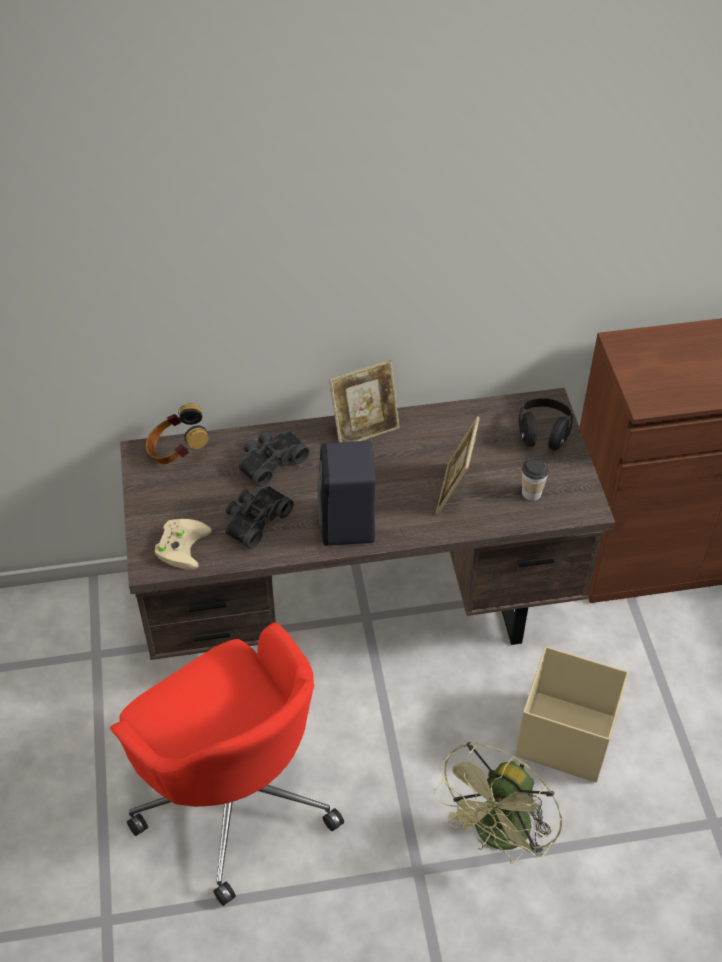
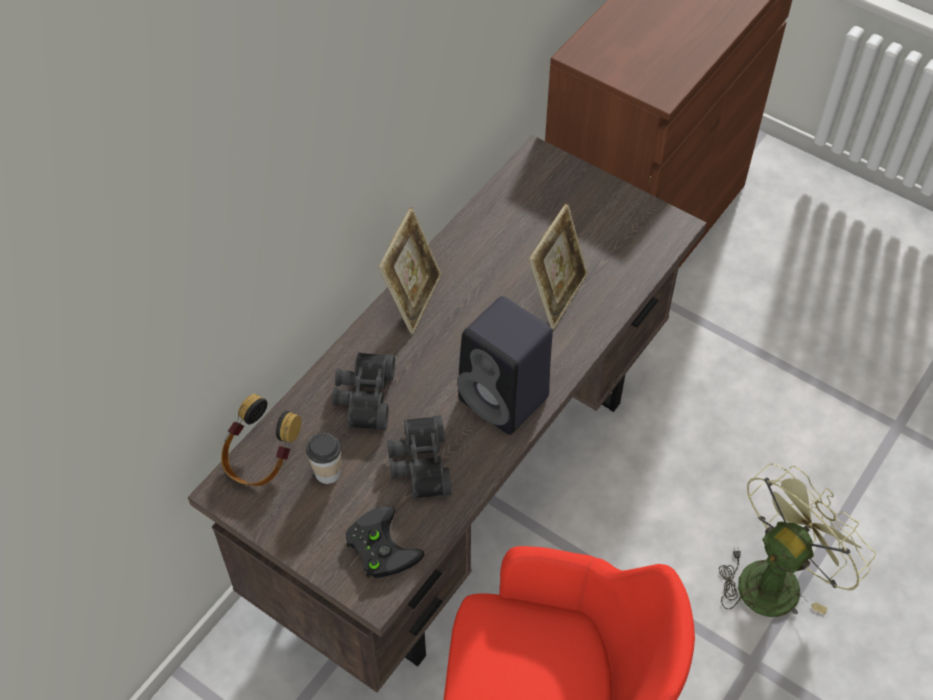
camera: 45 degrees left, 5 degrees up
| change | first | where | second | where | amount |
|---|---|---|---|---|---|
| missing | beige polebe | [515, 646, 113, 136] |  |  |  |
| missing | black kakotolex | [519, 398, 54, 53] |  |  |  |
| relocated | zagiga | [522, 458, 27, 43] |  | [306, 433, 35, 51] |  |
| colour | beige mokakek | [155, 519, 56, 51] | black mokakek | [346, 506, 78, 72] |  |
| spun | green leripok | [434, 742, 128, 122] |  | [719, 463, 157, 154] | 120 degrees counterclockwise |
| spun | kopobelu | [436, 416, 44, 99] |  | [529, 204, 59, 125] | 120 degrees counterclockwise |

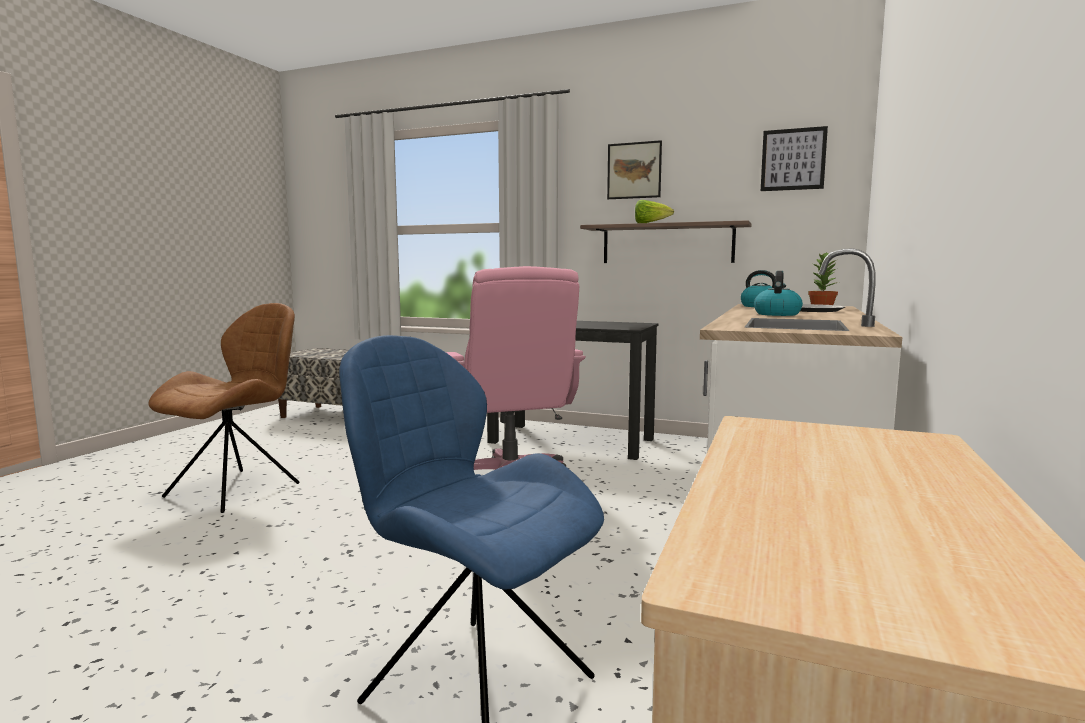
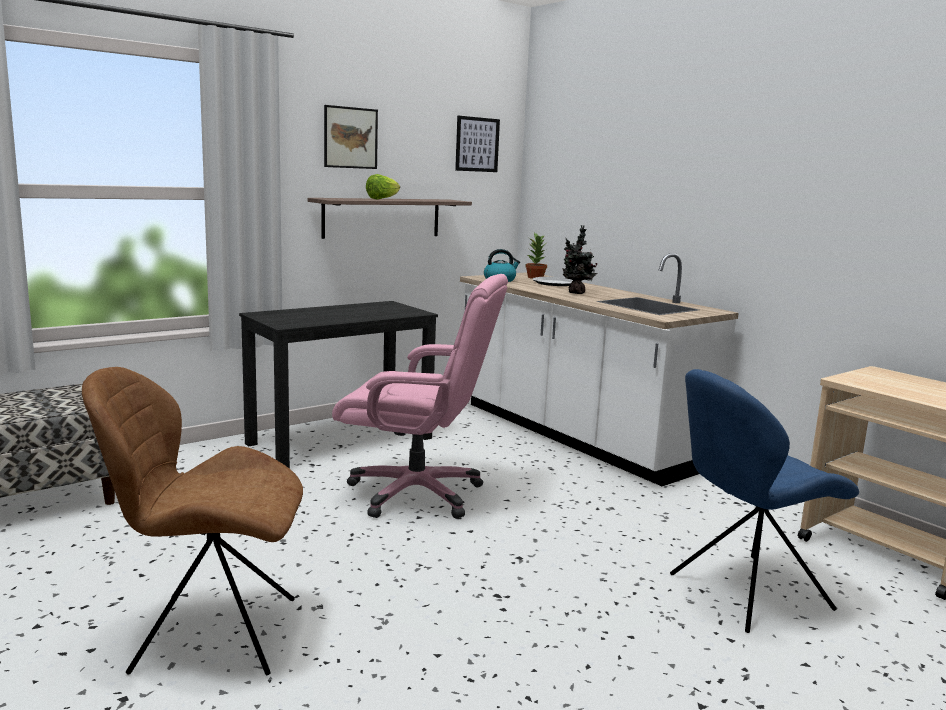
camera: 60 degrees left, 5 degrees up
| change | first | where | second | where | amount |
|---|---|---|---|---|---|
| exchanged | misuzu | [754, 271, 49, 45] | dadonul | [563, 225, 35, 69] |  |
| spun | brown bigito | [148, 303, 152, 210] |  | [82, 367, 221, 309] | 60 degrees counterclockwise |

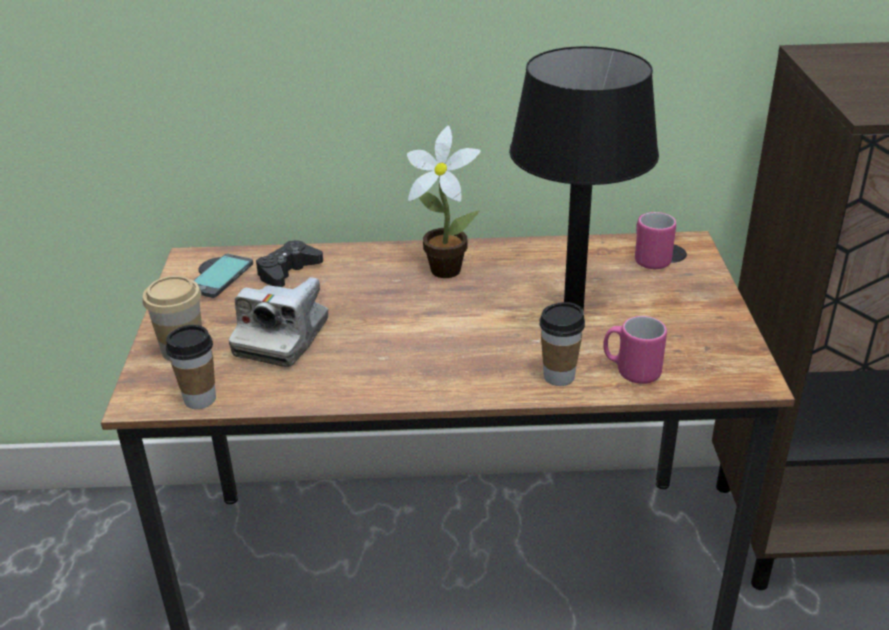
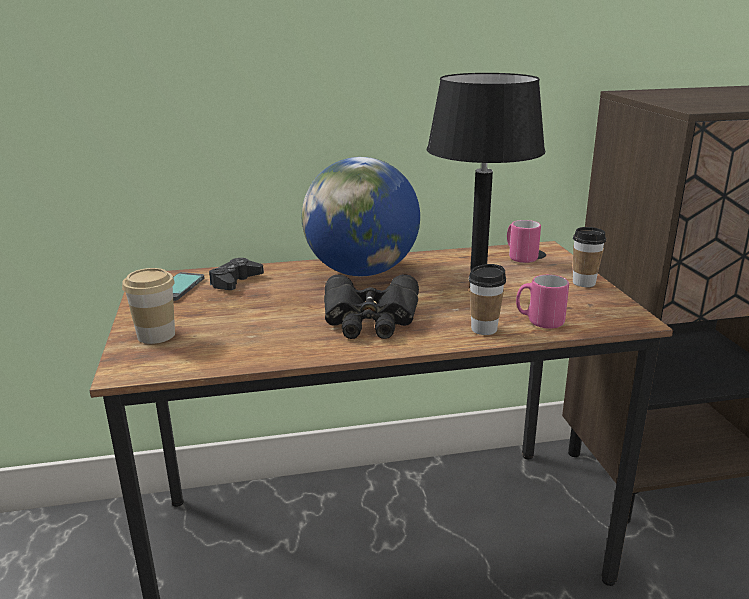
camera: 10 degrees left, 10 degrees down
| change | first | where | second | where | amount |
|---|---|---|---|---|---|
| missing | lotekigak | [229, 277, 99, 90] |  |  |  |
| appeared |  |  | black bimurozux | [324, 274, 95, 65] |  |
| relocated | zagiga | [166, 325, 50, 84] |  | [573, 227, 33, 60] |  |
| exchanged | dadonul | [407, 126, 74, 152] | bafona | [302, 157, 118, 119] |  |

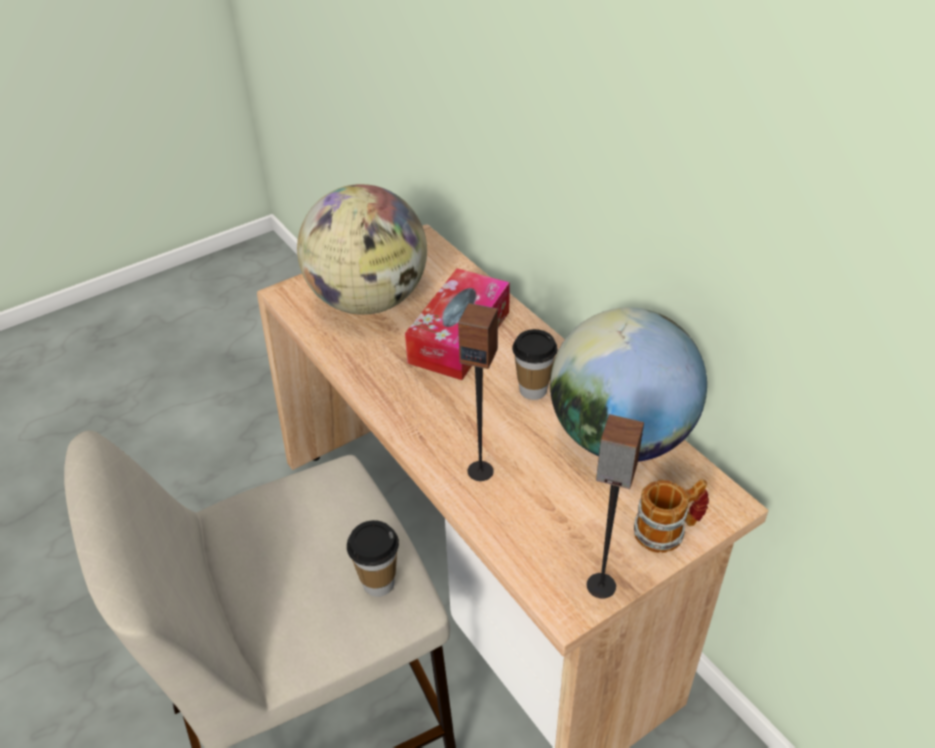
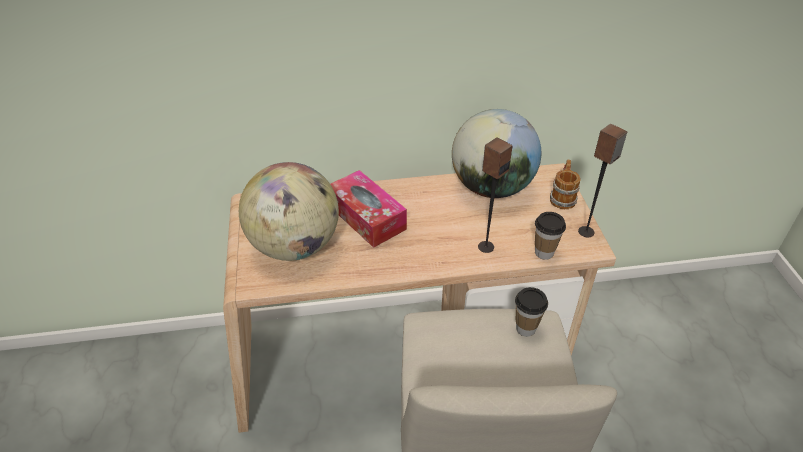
camera: 65 degrees left, 0 degrees up
| change | first | where | second | where | amount |
|---|---|---|---|---|---|
| relocated | zagiga | [512, 329, 45, 71] |  | [535, 212, 31, 48] |  |

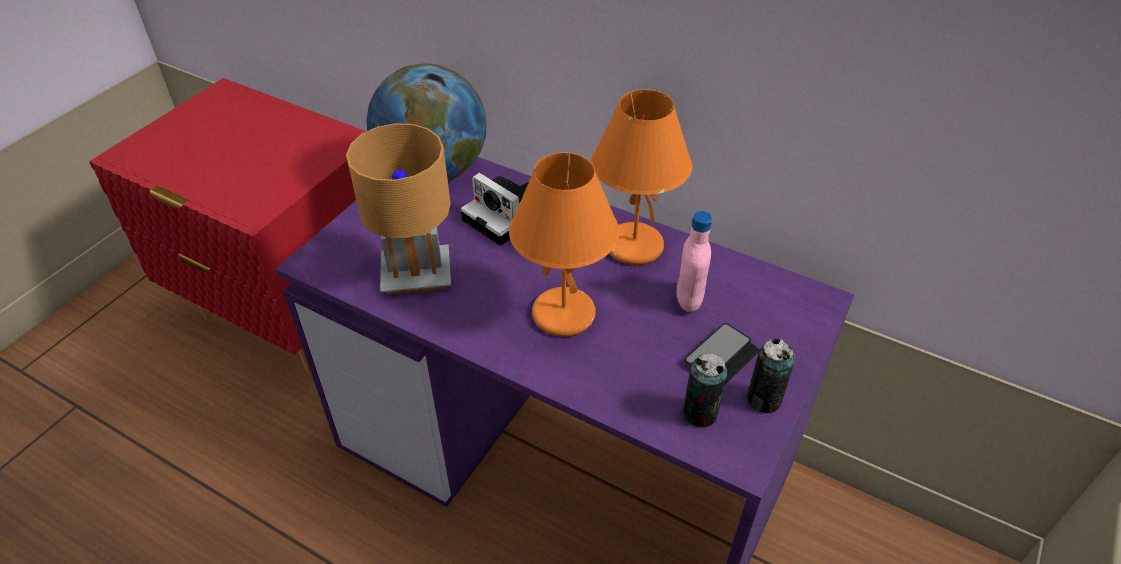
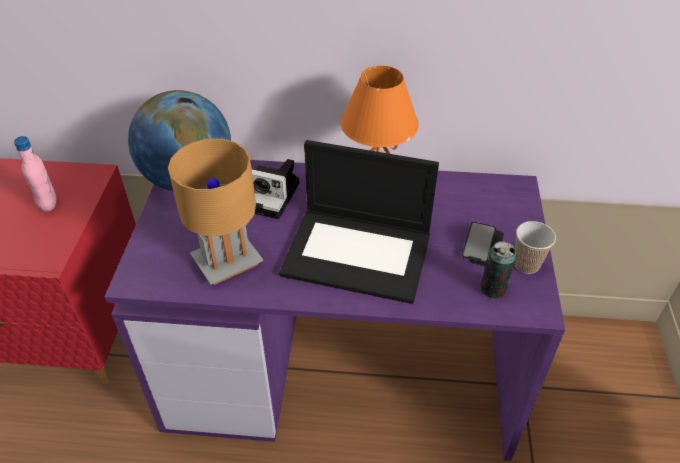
camera: 25 degrees left, 0 degrees up
| change | first | where | second | where | amount |
|---|---|---|---|---|---|
| relocated | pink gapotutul | [676, 211, 36, 101] |  | [14, 136, 43, 76] |  |
| exchanged | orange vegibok | [509, 153, 110, 184] | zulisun | [279, 140, 160, 164] |  |
| exchanged | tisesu | [747, 338, 48, 75] | zagiga | [514, 221, 42, 53] |  |

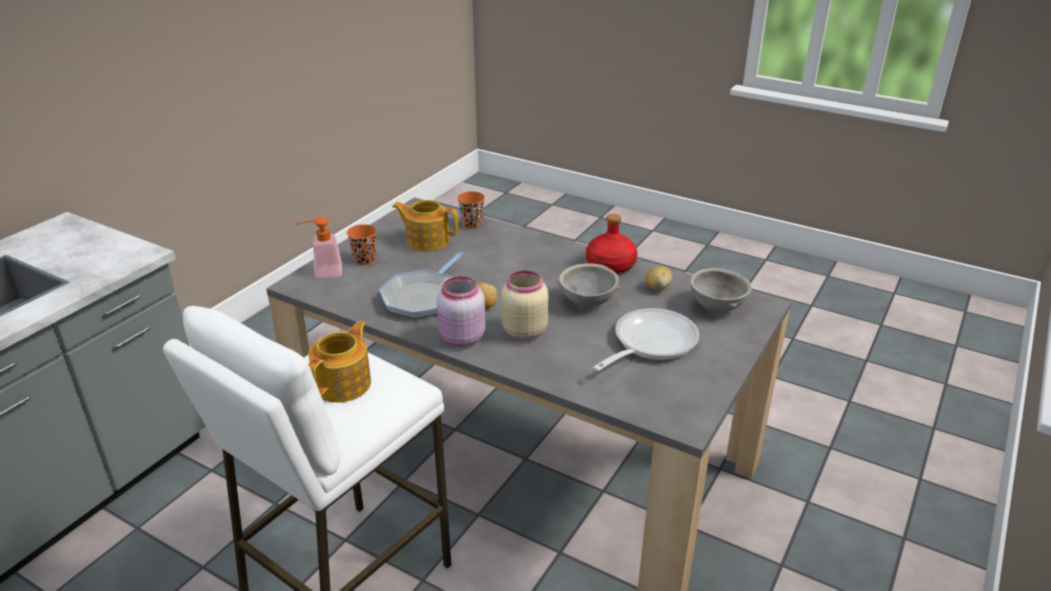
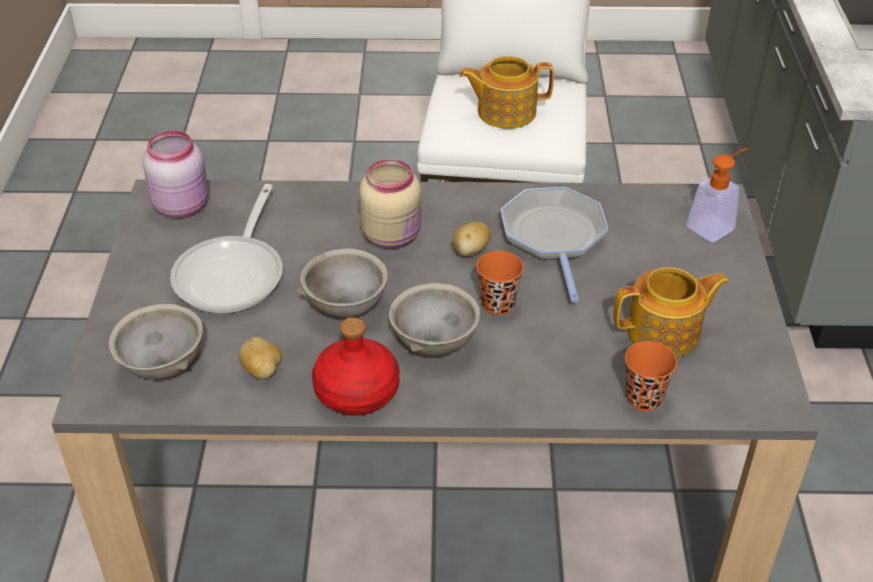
camera: 150 degrees right, 10 degrees up
| change | first | where | second | where | amount |
|---|---|---|---|---|---|
| appeared |  |  | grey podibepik | [389, 283, 91, 73] |  |
| relocated | orange zagiga | [347, 225, 30, 40] |  | [476, 251, 48, 64] |  |
| relocated | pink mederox | [437, 276, 48, 71] |  | [142, 130, 67, 88] |  |
| spun | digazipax | [309, 321, 62, 81] |  | [459, 56, 95, 73] | 90 degrees clockwise |

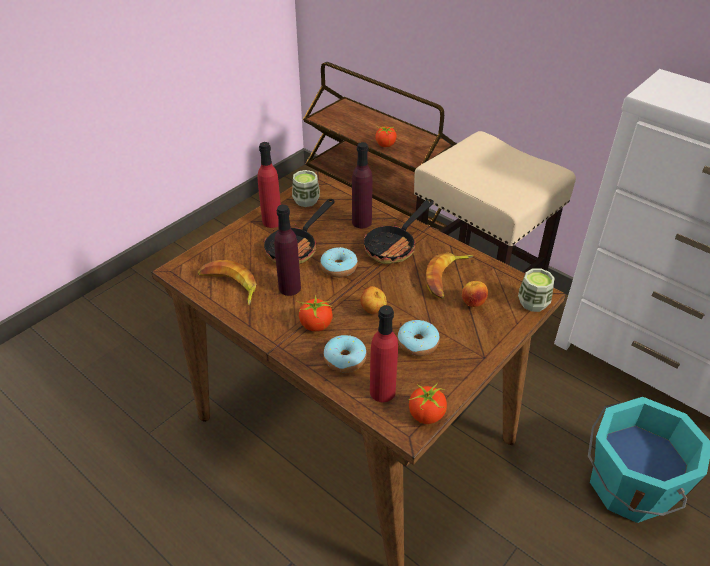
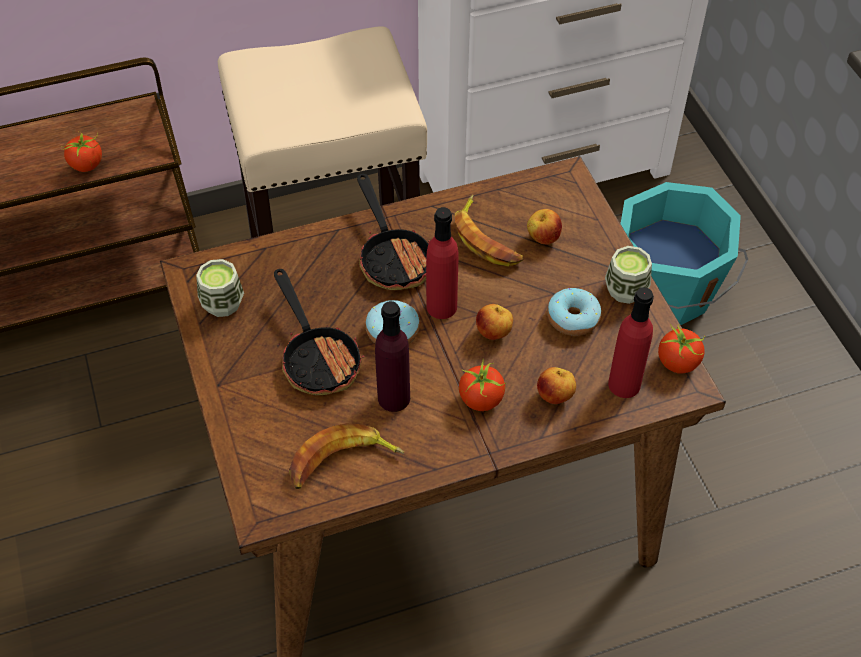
camera: 60 degrees left, 10 degrees up
| change | first | where | second | where | amount |
|---|---|---|---|---|---|
| missing | purple gapotutul | [352, 142, 20, 86] |  |  |  |
| relocated | red gapotutul | [258, 142, 23, 86] |  | [426, 207, 32, 112] |  |
| relocated | zagiga | [518, 269, 37, 43] |  | [605, 246, 47, 58] |  |
| exchanged | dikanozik | [324, 335, 43, 38] | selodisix | [537, 367, 39, 37] |  |

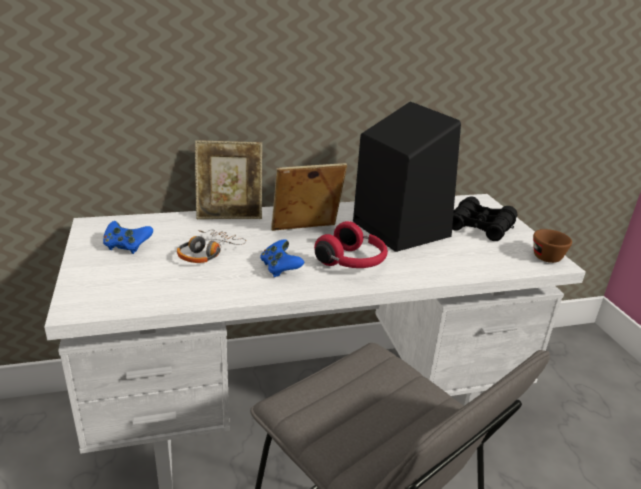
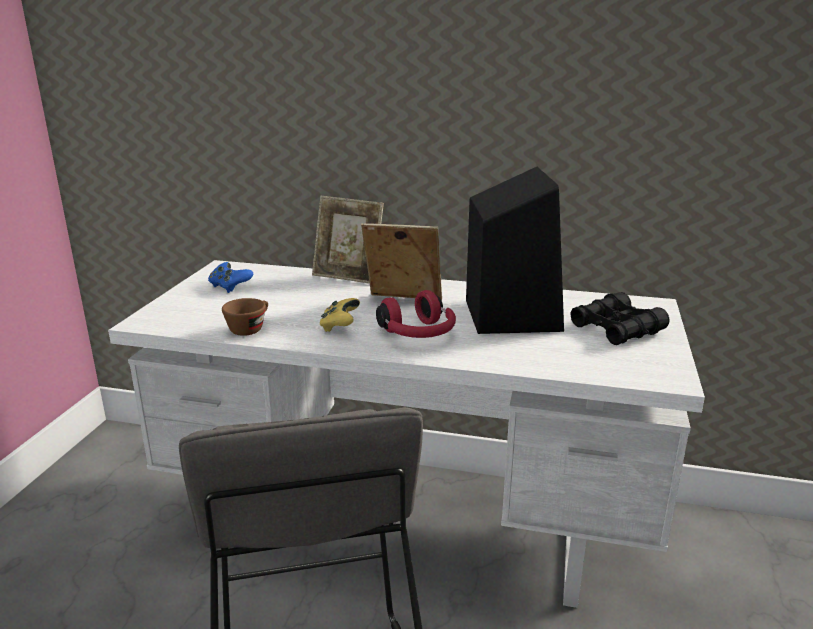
camera: 30 degrees right, 5 degrees down
| change | first | where | second | where | amount |
|---|---|---|---|---|---|
| missing | kakotolex | [177, 229, 69, 34] |  |  |  |
| relocated | brown zagiga | [533, 229, 39, 34] |  | [222, 298, 46, 38] |  |
| colour | blue mokakek | [260, 239, 44, 38] | yellow mokakek | [320, 298, 40, 34] |  |

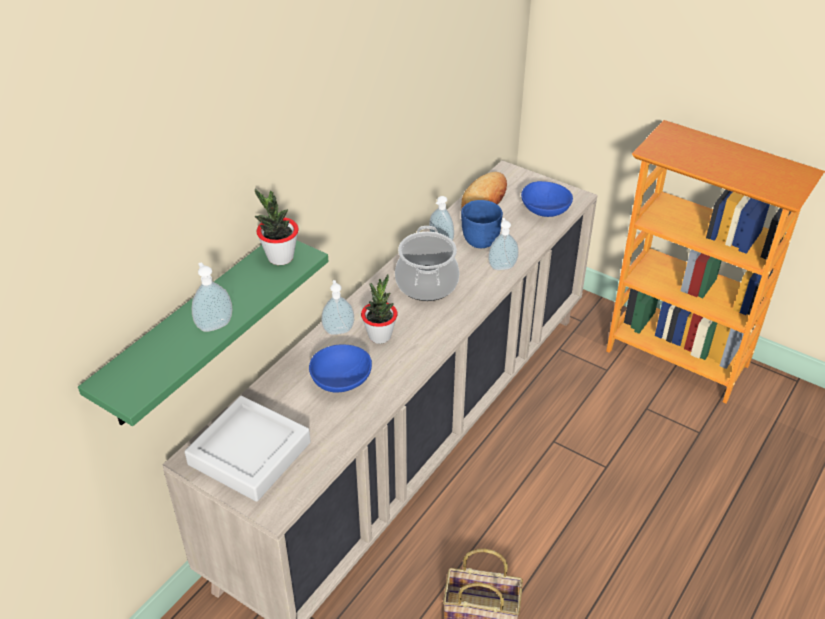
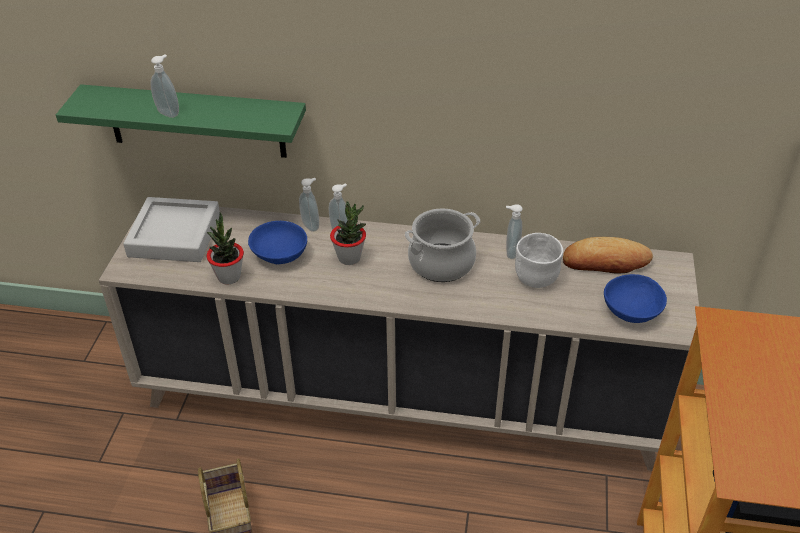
camera: 65 degrees right, 0 degrees up
| change | first | where | second | where | amount |
|---|---|---|---|---|---|
| relocated | dadonul | [255, 189, 44, 76] |  | [207, 212, 37, 73] |  |
| relocated | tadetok | [488, 218, 31, 52] |  | [299, 178, 20, 54] |  |
| colour | blue podibepik | [461, 200, 42, 48] | white podibepik | [515, 233, 48, 55] |  |

